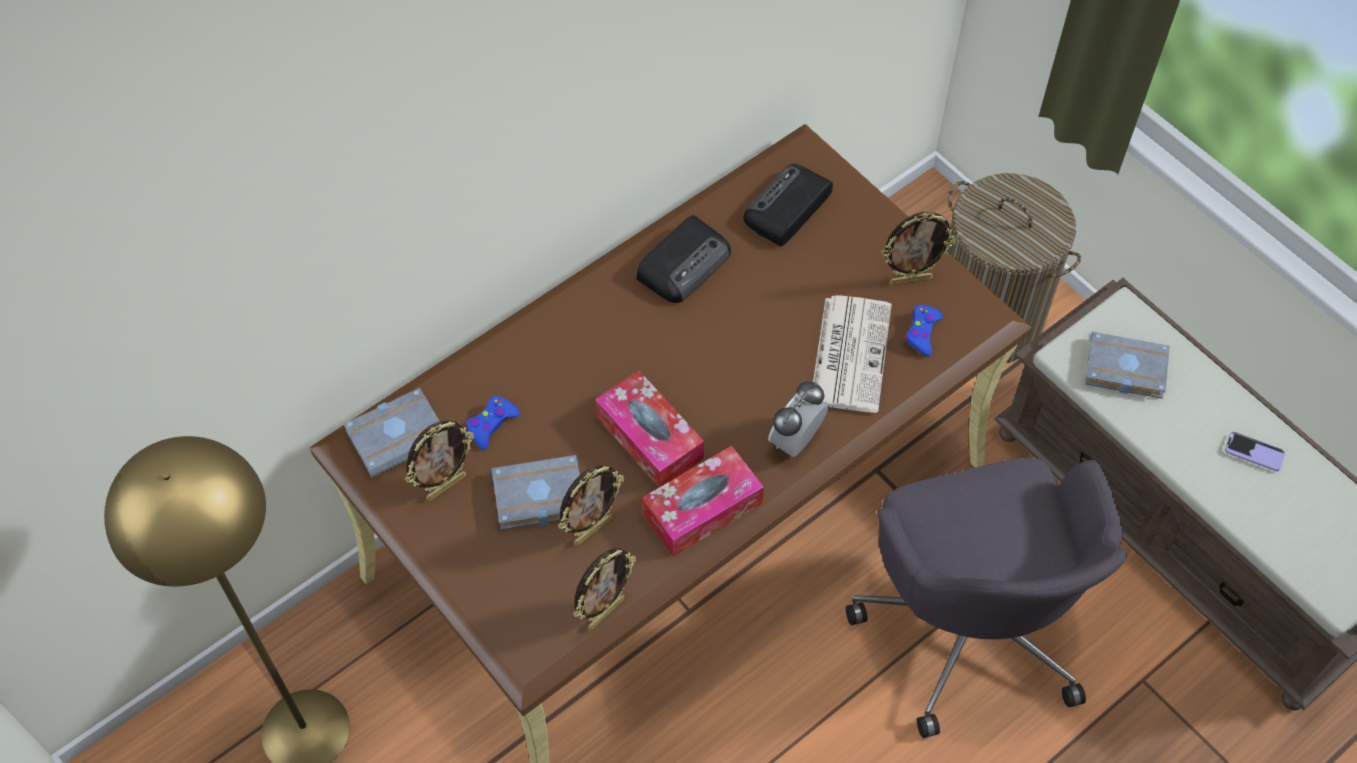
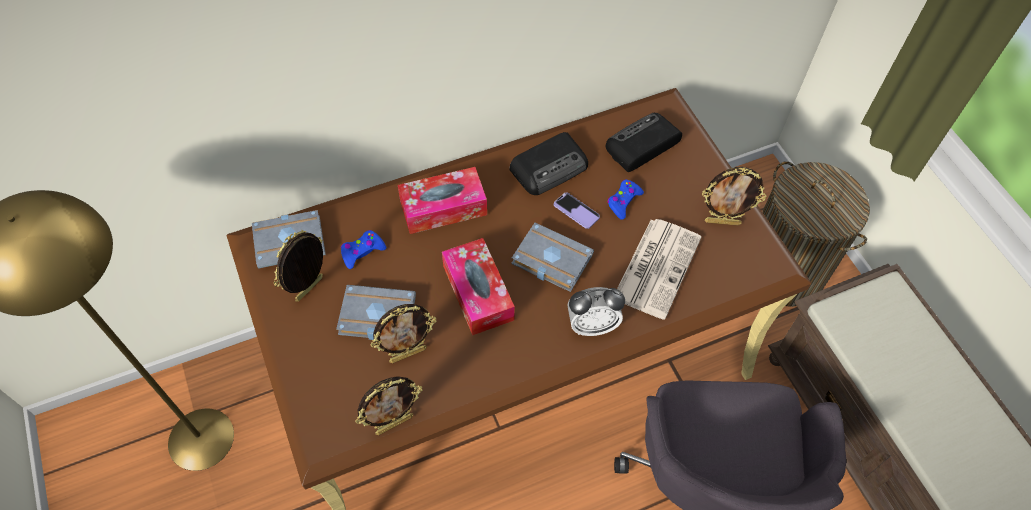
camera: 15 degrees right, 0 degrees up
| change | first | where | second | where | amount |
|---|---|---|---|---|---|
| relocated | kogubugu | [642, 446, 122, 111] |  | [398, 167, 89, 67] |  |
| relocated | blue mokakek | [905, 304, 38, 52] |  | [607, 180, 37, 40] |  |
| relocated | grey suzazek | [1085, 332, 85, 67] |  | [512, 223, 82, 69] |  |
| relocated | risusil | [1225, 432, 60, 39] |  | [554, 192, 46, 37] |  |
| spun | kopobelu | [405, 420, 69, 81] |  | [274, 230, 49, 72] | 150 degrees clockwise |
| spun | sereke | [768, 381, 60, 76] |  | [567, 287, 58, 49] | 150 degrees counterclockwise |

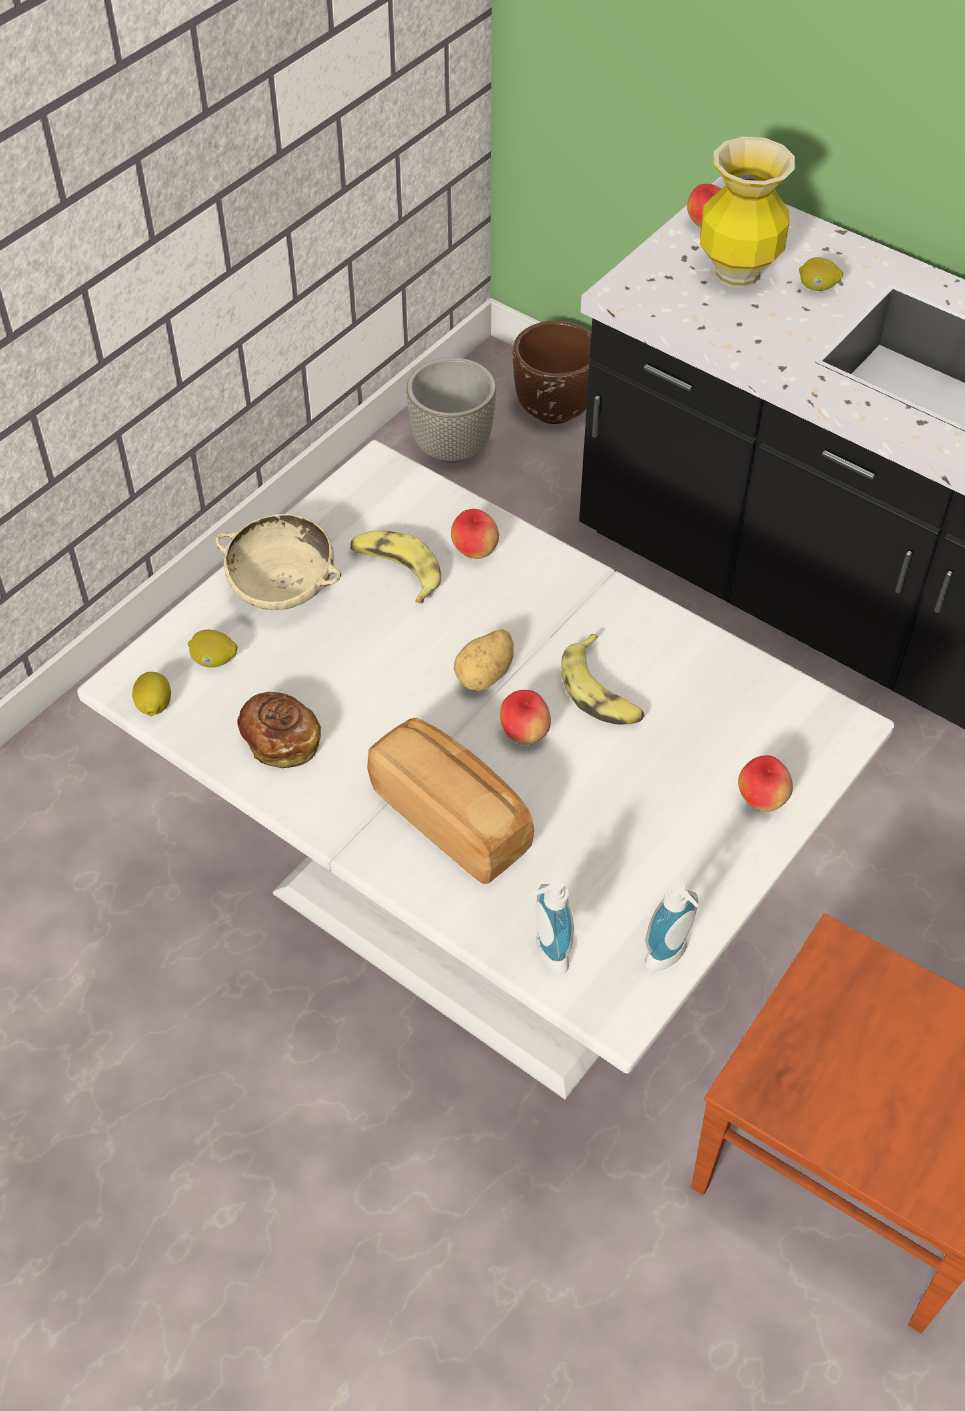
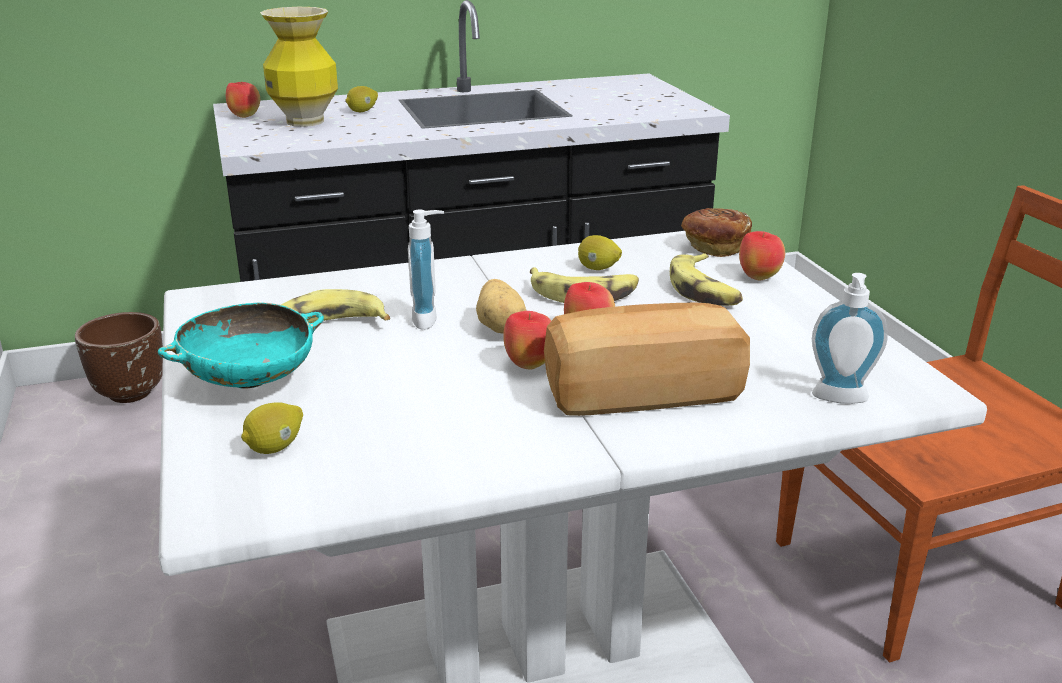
camera: 55 degrees left, 25 degrees down
| change | first | where | second | where | amount |
|---|---|---|---|---|---|
| missing | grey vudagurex | [406, 357, 90, 106] |  |  |  |
| appeared |  |  | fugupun | [670, 253, 73, 53] |  |
| relocated | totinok | [132, 672, 39, 44] |  | [578, 235, 44, 35] |  |
| relocated | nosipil | [237, 692, 84, 76] |  | [681, 208, 71, 49] |  |
| relocated | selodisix | [451, 509, 48, 50] |  | [503, 311, 48, 59] |  |
| relocated | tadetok | [645, 881, 54, 90] |  | [408, 210, 36, 120] |  |
| colour | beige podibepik | [215, 514, 126, 96] | turquoise podibepik | [158, 302, 166, 87] |  |

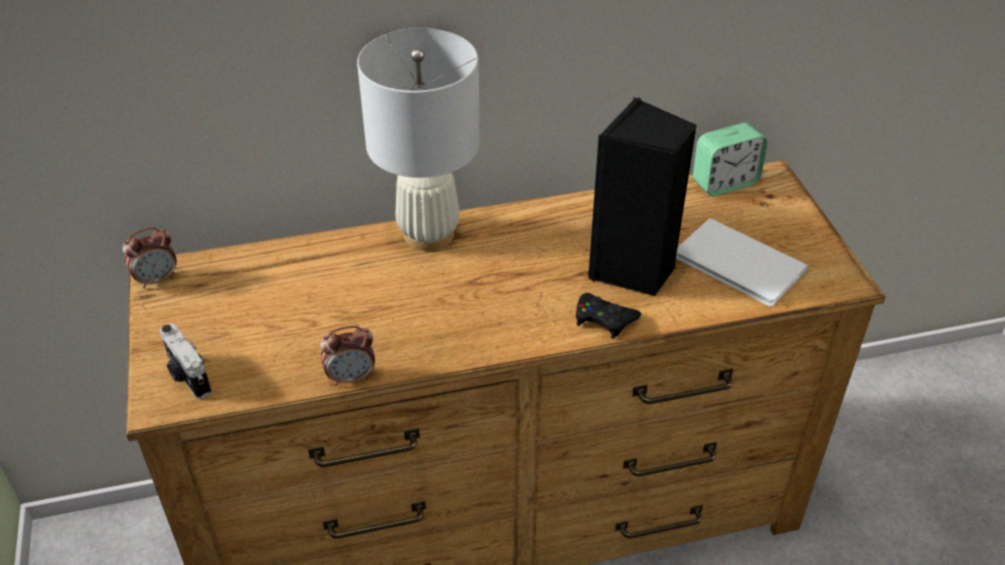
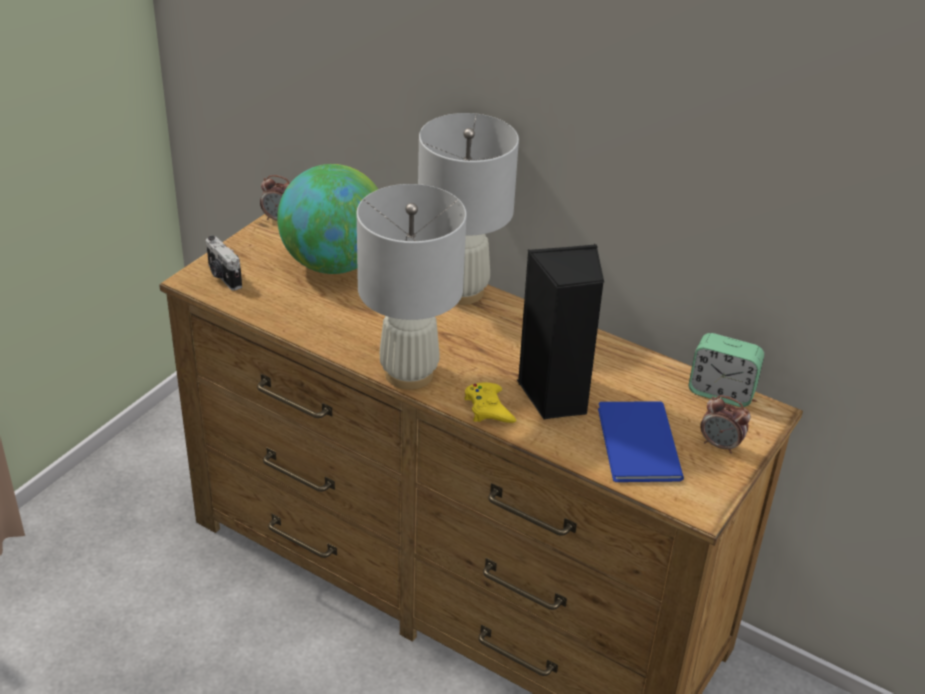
camera: 45 degrees right, 5 degrees down
| change | first | where | second | where | amount |
|---|---|---|---|---|---|
| appeared |  |  | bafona | [277, 164, 101, 110] |  |
| appeared |  |  | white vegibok | [357, 184, 110, 206] |  |
| relocated | sereke | [320, 326, 55, 60] |  | [701, 395, 50, 59] |  |
| colour | black mokakek | [576, 293, 65, 46] | yellow mokakek | [464, 383, 52, 40] |  |
| colour | white suzazek | [676, 218, 132, 89] | blue suzazek | [598, 401, 86, 81] |  |
| spun | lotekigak | [159, 323, 53, 76] |  | [206, 236, 36, 55] | 45 degrees counterclockwise |

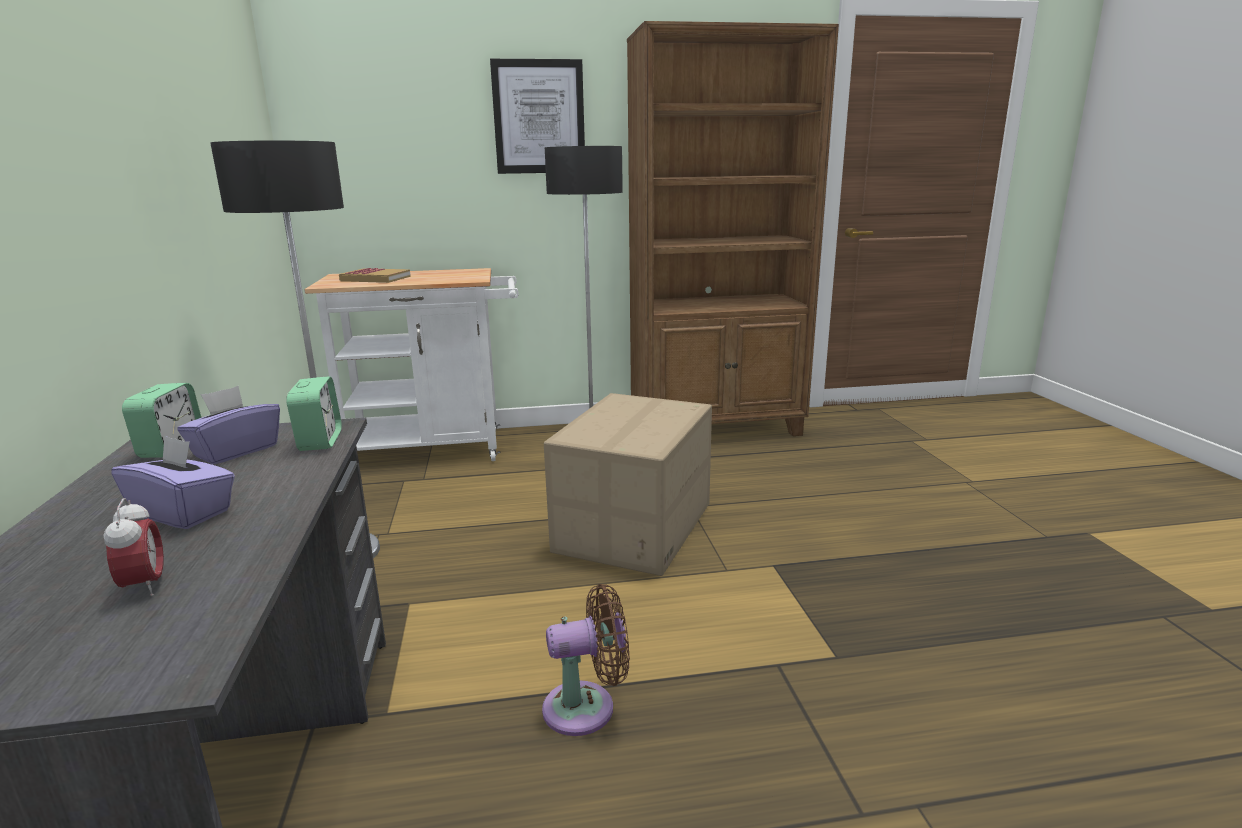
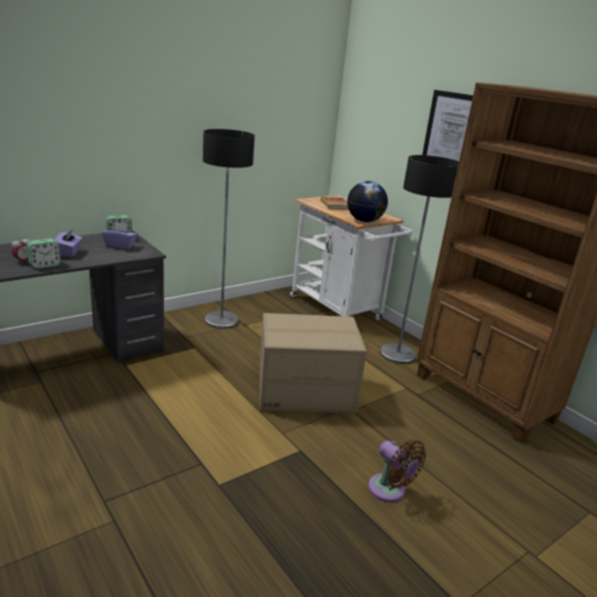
camera: 60 degrees right, 5 degrees up
| change | first | where | second | where | amount |
|---|---|---|---|---|---|
| appeared |  |  | bafona | [347, 181, 41, 41] |  |
| relocated | sereke | [286, 376, 56, 75] |  | [27, 238, 34, 30] |  |
| relocated | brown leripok | [542, 584, 88, 152] |  | [368, 440, 58, 62] |  |

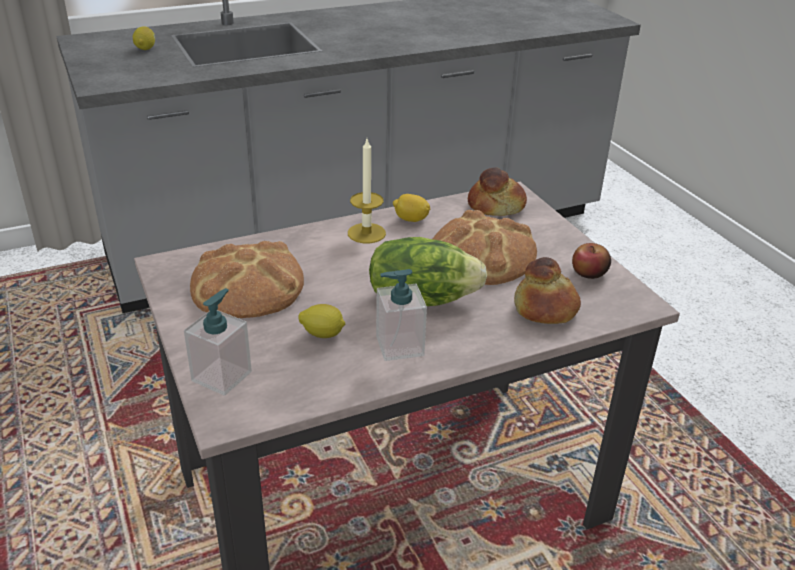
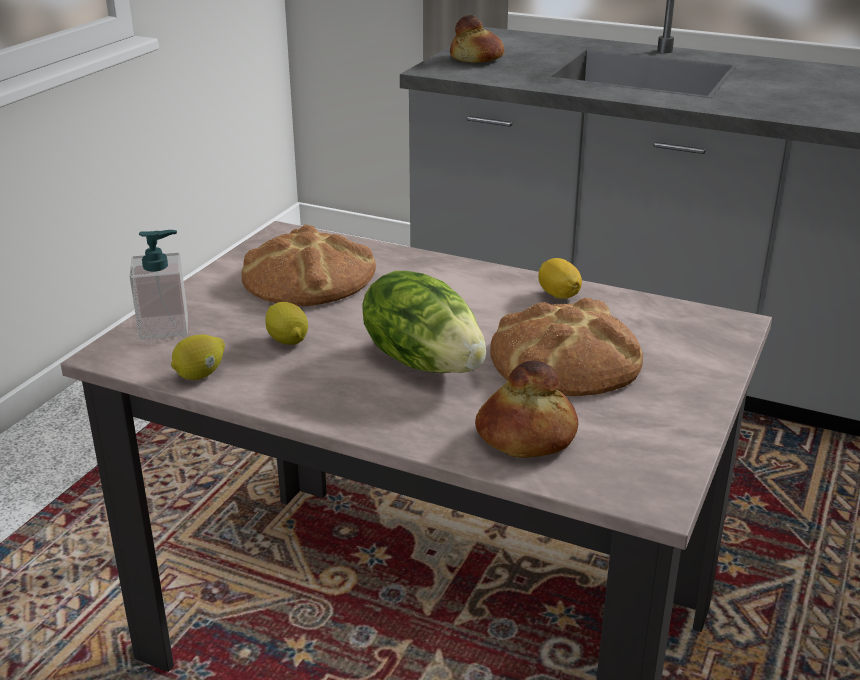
camera: 50 degrees right, 5 degrees down
| change | first | where | second | where | amount |
|---|---|---|---|---|---|
| missing | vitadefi | [348, 139, 38, 104] |  |  |  |
| missing | tadetok | [376, 269, 51, 92] |  |  |  |
| missing | selodisix | [572, 243, 39, 36] |  |  |  |
| relocated | totinok | [133, 26, 22, 24] |  | [171, 334, 54, 46] |  |
| relocated | nosipil | [468, 167, 59, 49] |  | [450, 15, 54, 48] |  |

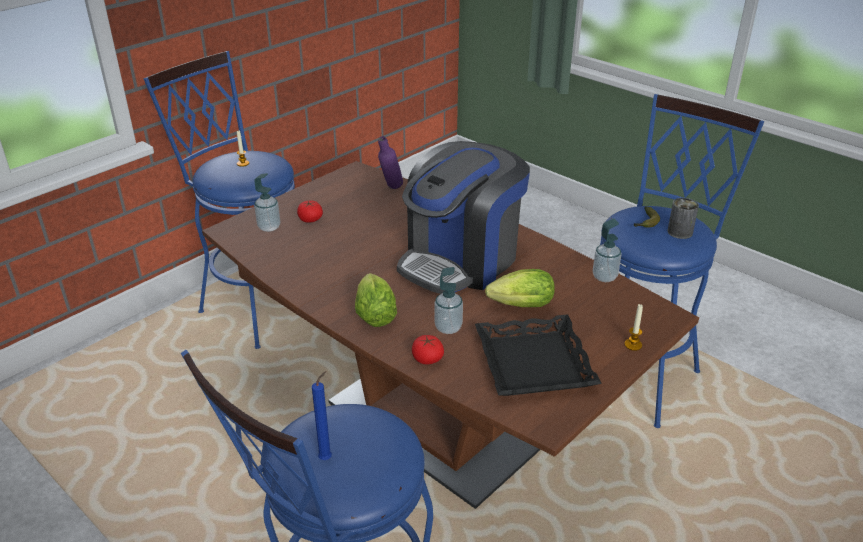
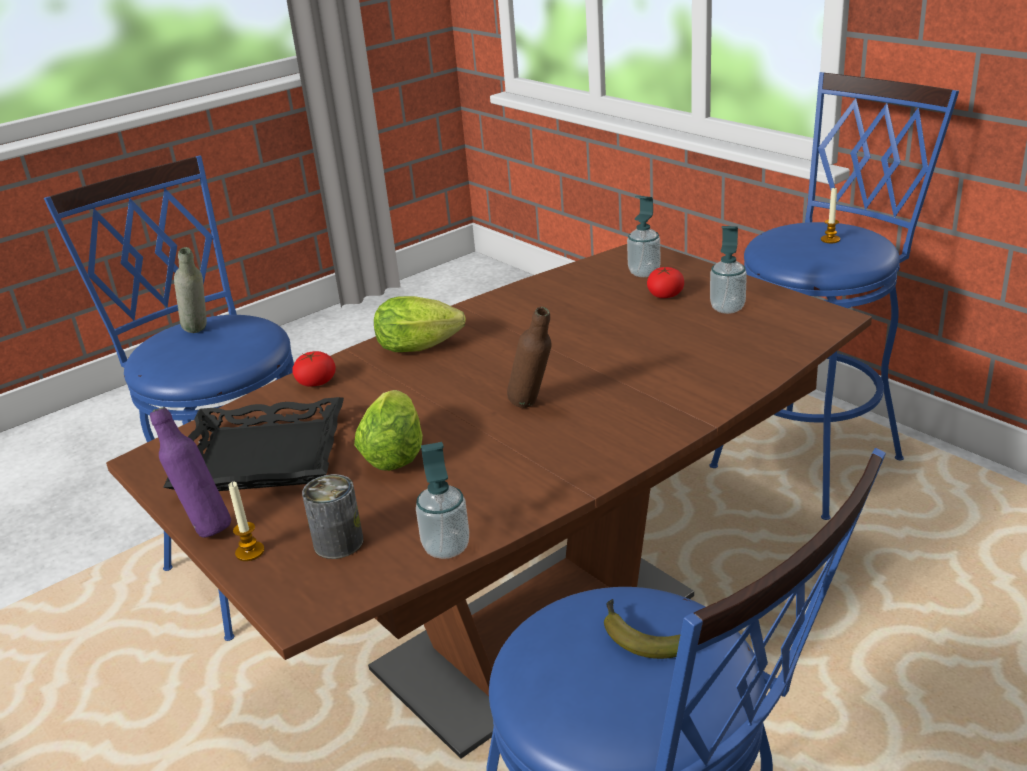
camera: 100 degrees right, 5 degrees down
| change | first | where | second | where | amount |
|---|---|---|---|---|---|
| relocated | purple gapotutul | [378, 136, 25, 53] |  | [150, 407, 81, 131] |  |
| relocated | tadetok | [434, 267, 29, 67] |  | [710, 226, 37, 88] |  |
| relocated | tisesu | [668, 198, 31, 41] |  | [302, 474, 61, 85] |  |
| exchanged | blue vitadefi | [312, 371, 20, 89] | grey gapotutul | [174, 247, 33, 86] |  |
| exchanged | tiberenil | [397, 141, 133, 153] | brown gapotutul | [507, 307, 44, 101] |  |

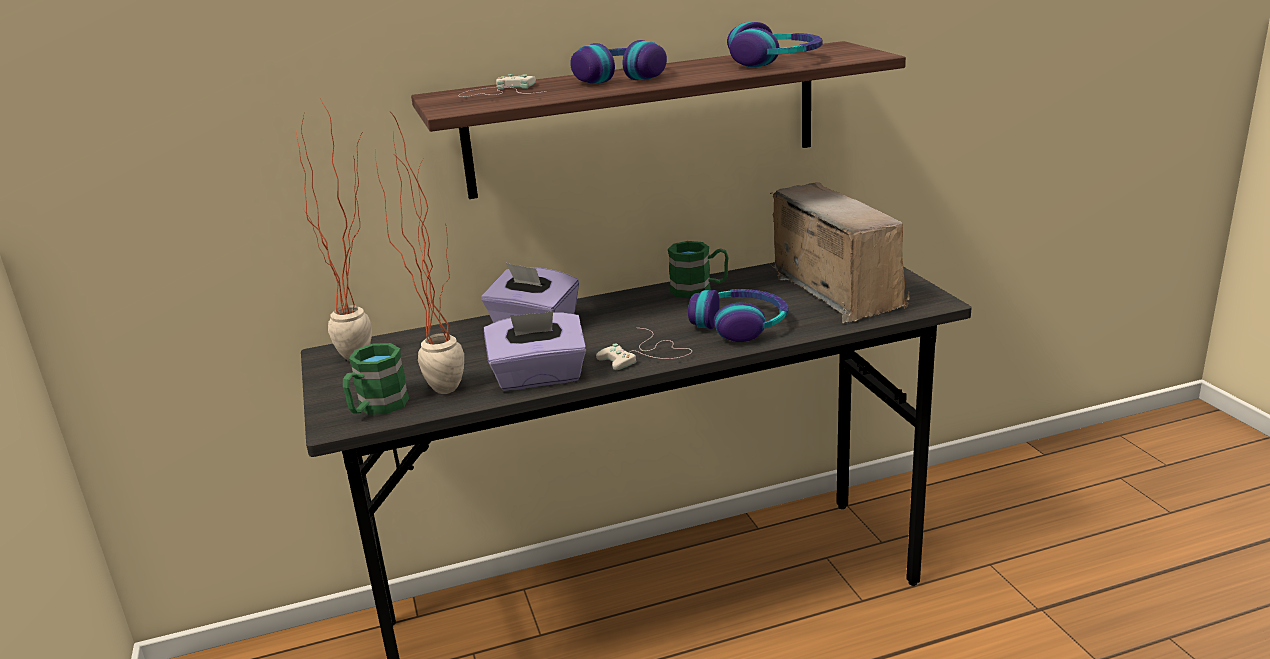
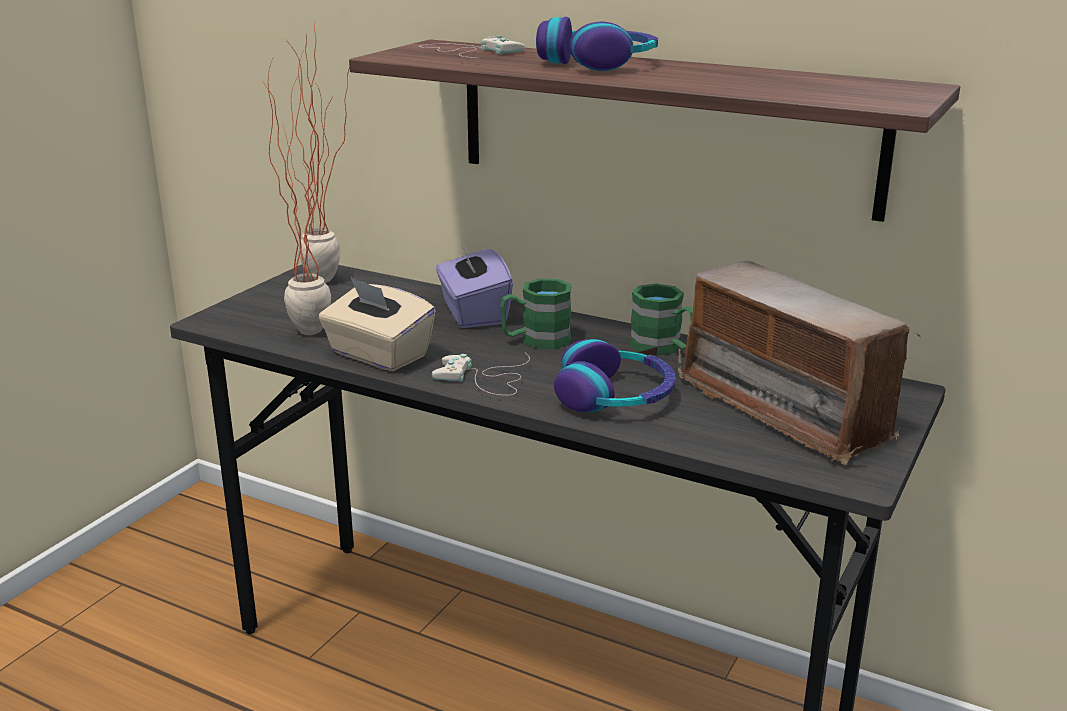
camera: 45 degrees right, 0 degrees up
| change | first | where | second | where | amount |
|---|---|---|---|---|---|
| missing | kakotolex | [727, 22, 96, 45] |  |  |  |
| relocated | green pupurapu | [343, 343, 66, 72] |  | [500, 279, 72, 70] |  |
| colour | purple kogubugu | [484, 311, 102, 80] | beige kogubugu | [319, 277, 117, 94] |  |
| spun | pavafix | [769, 182, 141, 142] |  | [678, 261, 242, 204] | 120 degrees clockwise |

